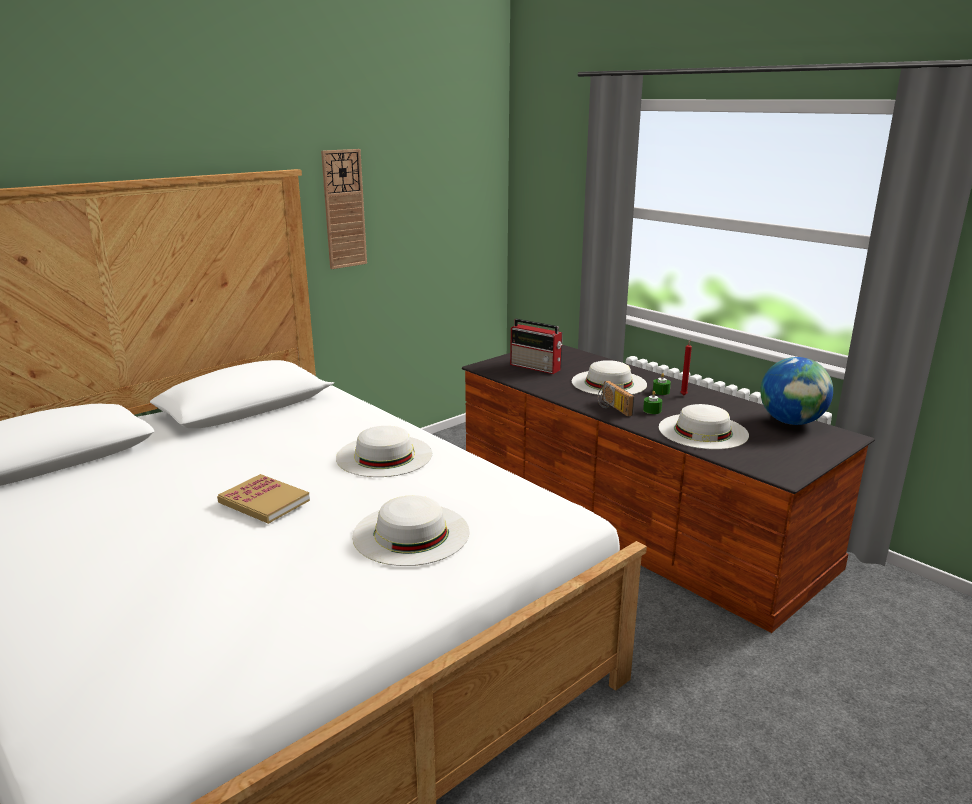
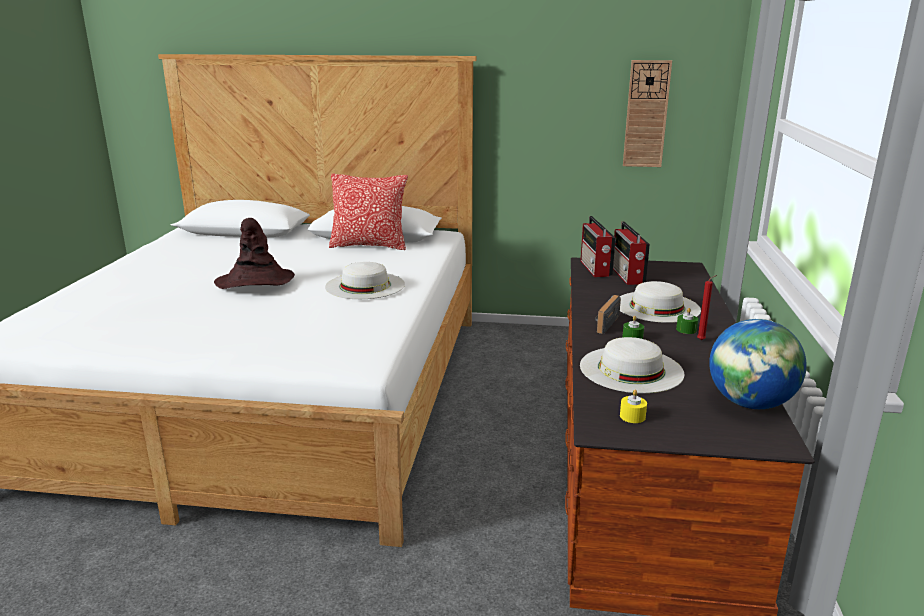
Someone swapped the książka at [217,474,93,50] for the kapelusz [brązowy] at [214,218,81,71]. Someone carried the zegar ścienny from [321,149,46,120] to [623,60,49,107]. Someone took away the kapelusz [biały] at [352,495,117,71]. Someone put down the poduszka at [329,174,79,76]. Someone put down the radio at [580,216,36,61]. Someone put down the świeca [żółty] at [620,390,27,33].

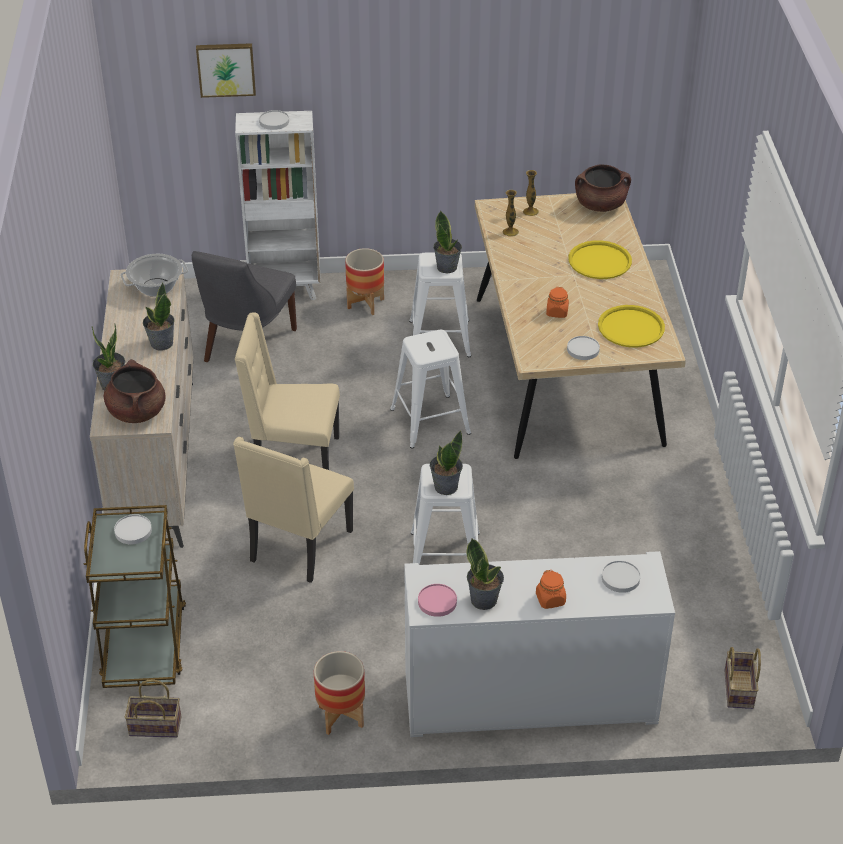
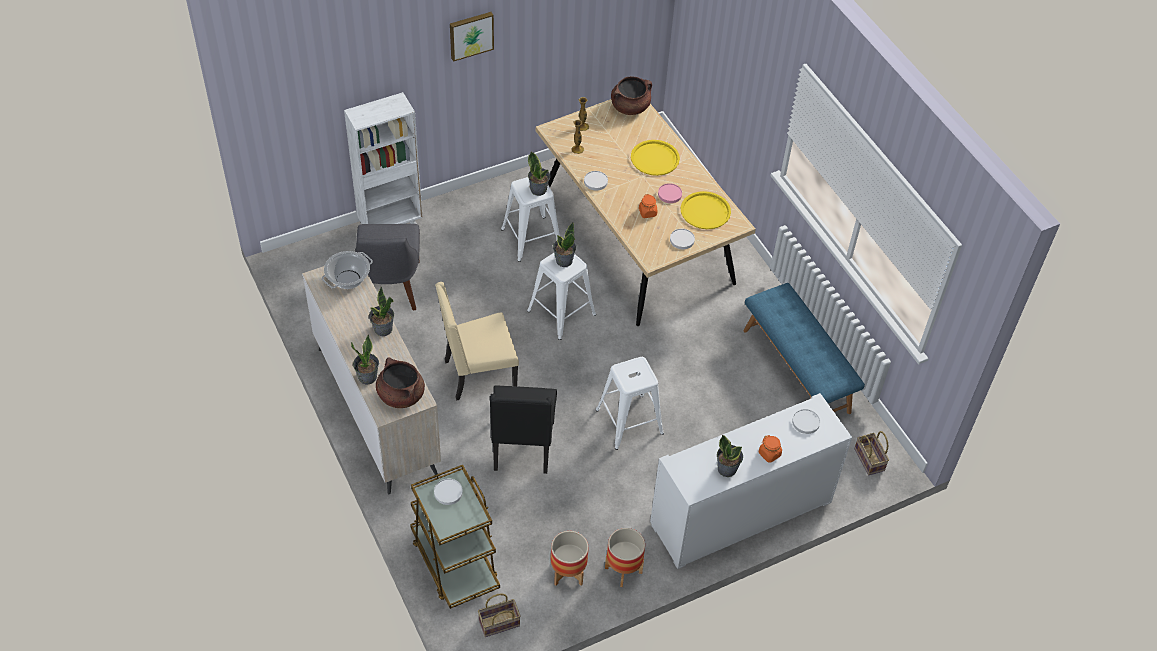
Someone carried the obraz from [196,43,60,55] to [450,12,44,50]. Someone repainted the krzesło [beżowy] at [233,437,121,146], which became the krzesło [czarny] at [490,386,67,88]. Someone carried the talerz [biały] from [259,110,30,20] to [584,171,24,20]. Someone carried the donica from [345,248,39,67] to [551,531,37,55]. Someone carried the talerz [różowy] from [418,584,39,33] to [658,183,24,20]. Someone carried the roślina doniczkowa from [430,431,33,64] to [553,222,23,45]. Someone put down the ławka [niebieski] at [743,283,122,131].

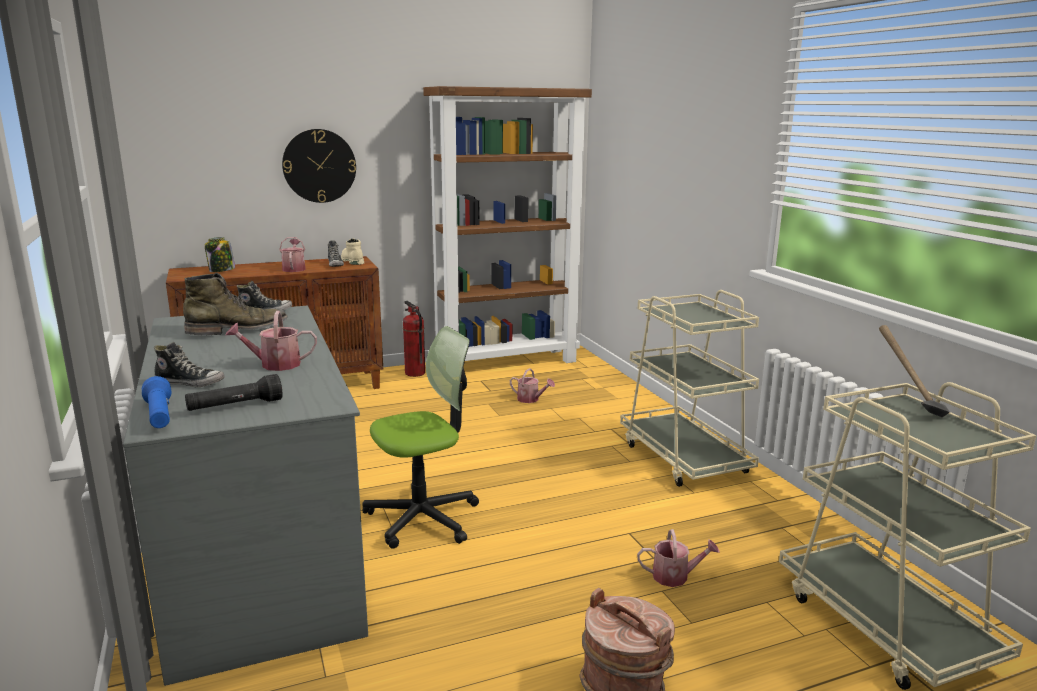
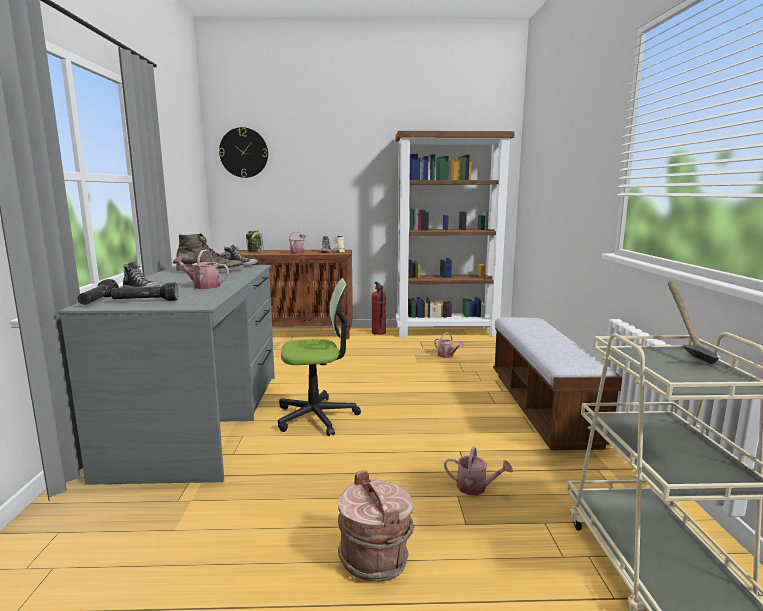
Someone repainted the latarka [niebieski] at [142,376,29,52], which became the latarka [czarny] at [78,279,41,26]. Someone carried the zegar ścienny from [282,129,74,74] to [219,127,49,51]. Someone swapped the wózek [beżowy] at [620,290,139,197] for the ławka at [493,317,129,133].

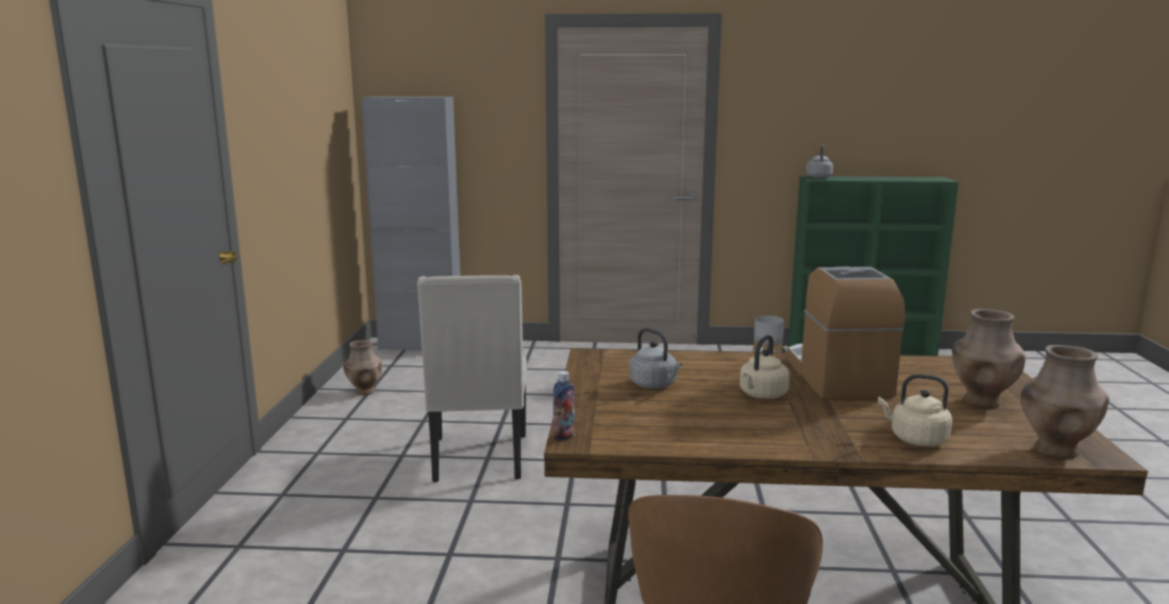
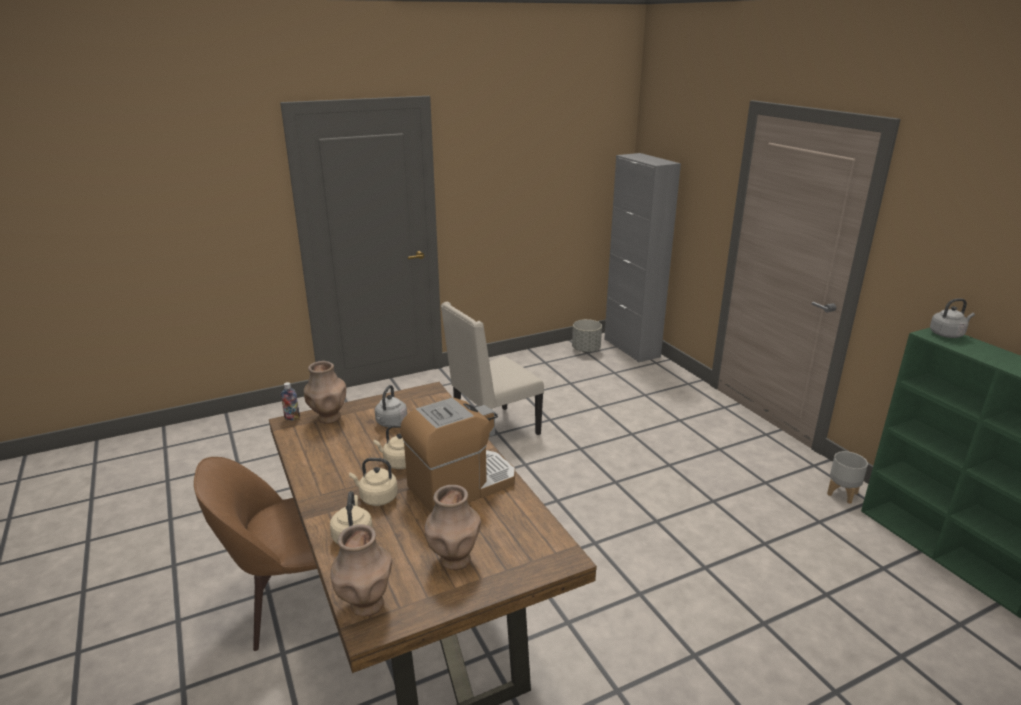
Someone carried the wazon [brązowy] from [343,340,39,55] to [304,361,42,63]. Someone put down the czajnik [beżowy] at [349,458,49,48]. Someone put down the donica [szary] at [572,319,30,34].

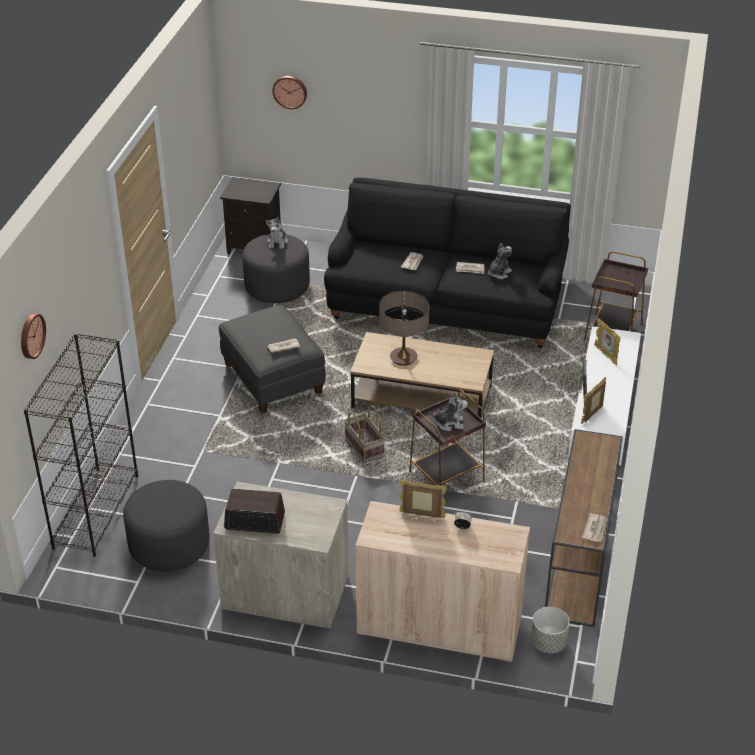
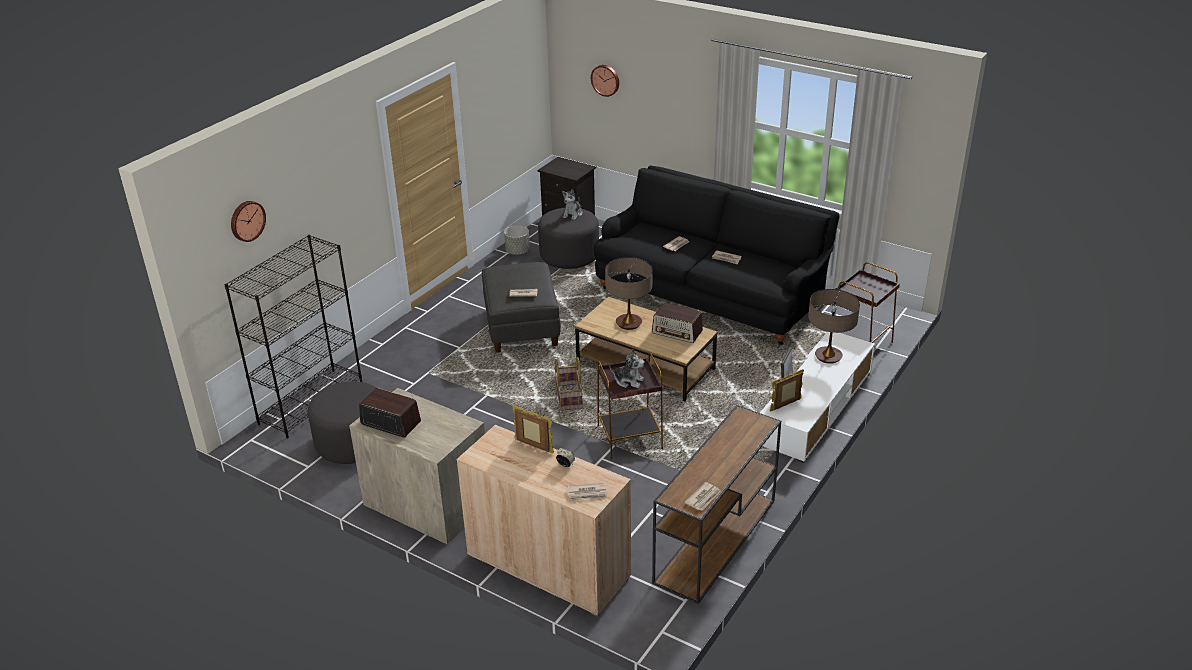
Someone took away the pluszak at [488,243,24,36]. Someone carried the donica [szary] from [531,607,39,46] to [504,226,26,29]. Someone swapped the ramka na zdjęcie at [594,318,27,47] for the lampa stołowa at [808,289,52,75]. Someone put down the gazeta at [568,483,40,18]. Someone put down the radio at [652,303,51,40].

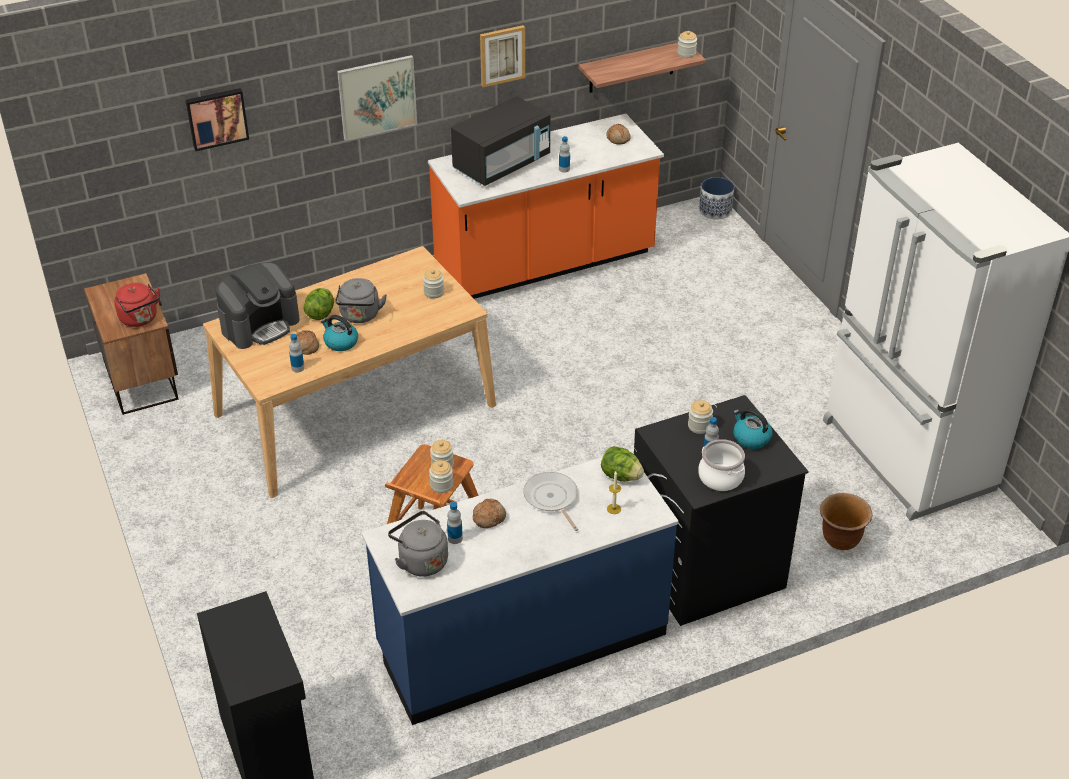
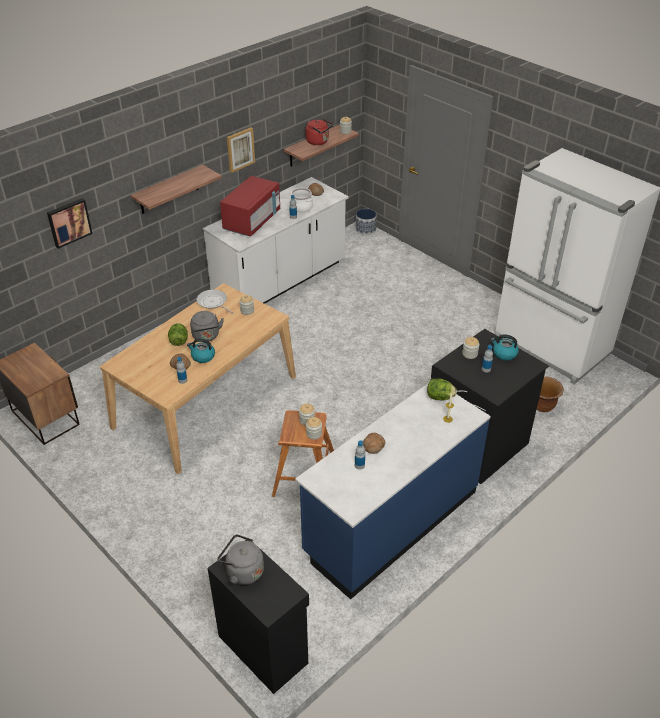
Someone carried the czajnik [czerwony] from [114,283,46,44] to [306,118,27,27]. Someone took away the ekspres do kawy at [216,262,84,87]. Someone swapped the obraz at [337,55,80,86] for the półka at [130,165,92,49]. Someone carried the czajnik [szary] from [388,511,60,65] to [217,534,47,51]. Someone repainted the zabudowa kuchenna [pomarańczowy] at [428,114,236,185], which became the zabudowa kuchenna [biały] at [203,177,146,127]. Someone repainted the mikrofalówka [czarny] at [451,96,99,90], which became the mikrofalówka [czerwony] at [220,176,60,60]. Someone carried the patelnia from [523,472,55,59] to [197,289,36,25]. Someone carried the garnek from [698,439,47,52] to [290,188,23,24].

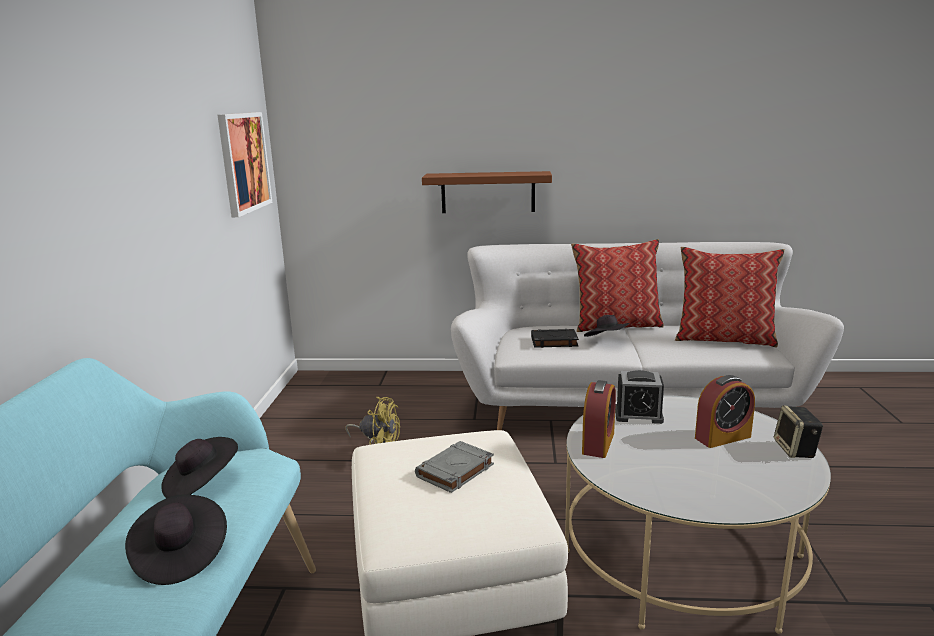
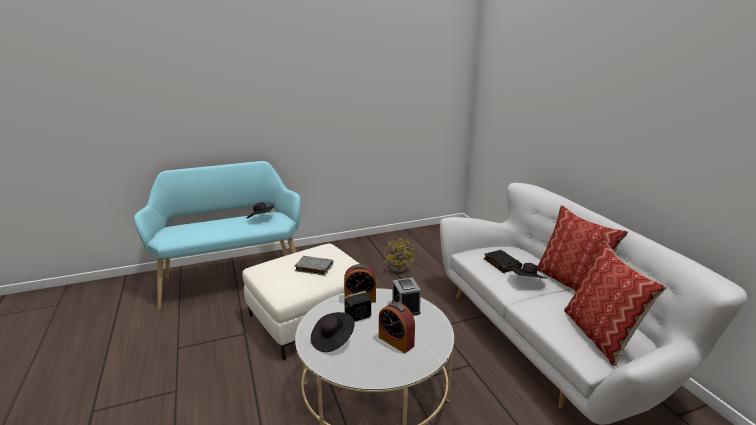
Someone carried the kapelusz [czarny] from [125,494,102,91] to [311,312,43,40]. Someone took away the obraz at [218,112,54,105]. Someone took away the półka [brązowy] at [422,171,130,42]. Someone carried the głośnik from [774,405,49,53] to [344,291,27,31].

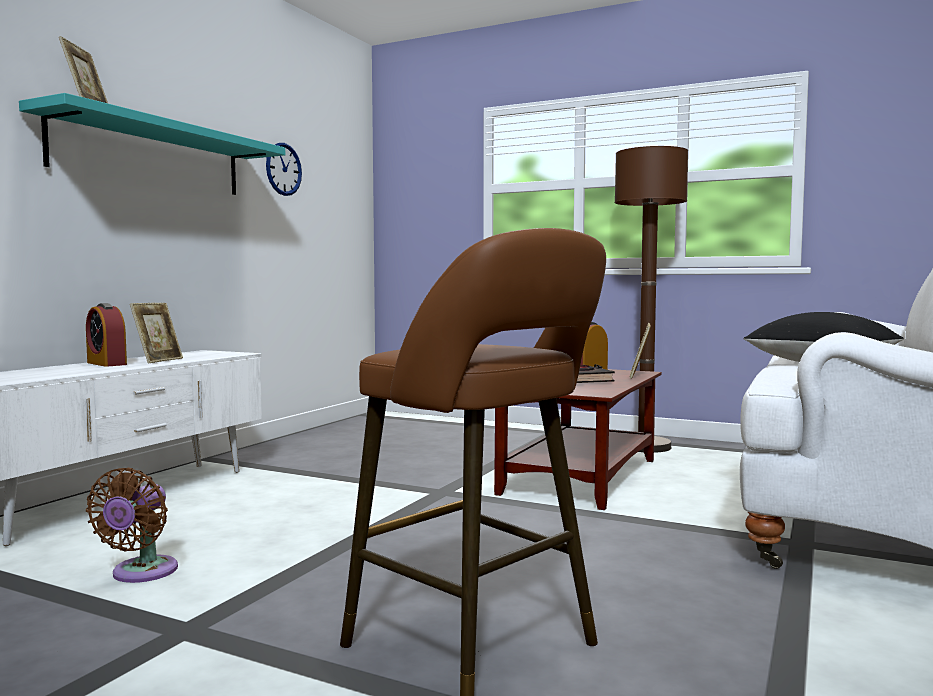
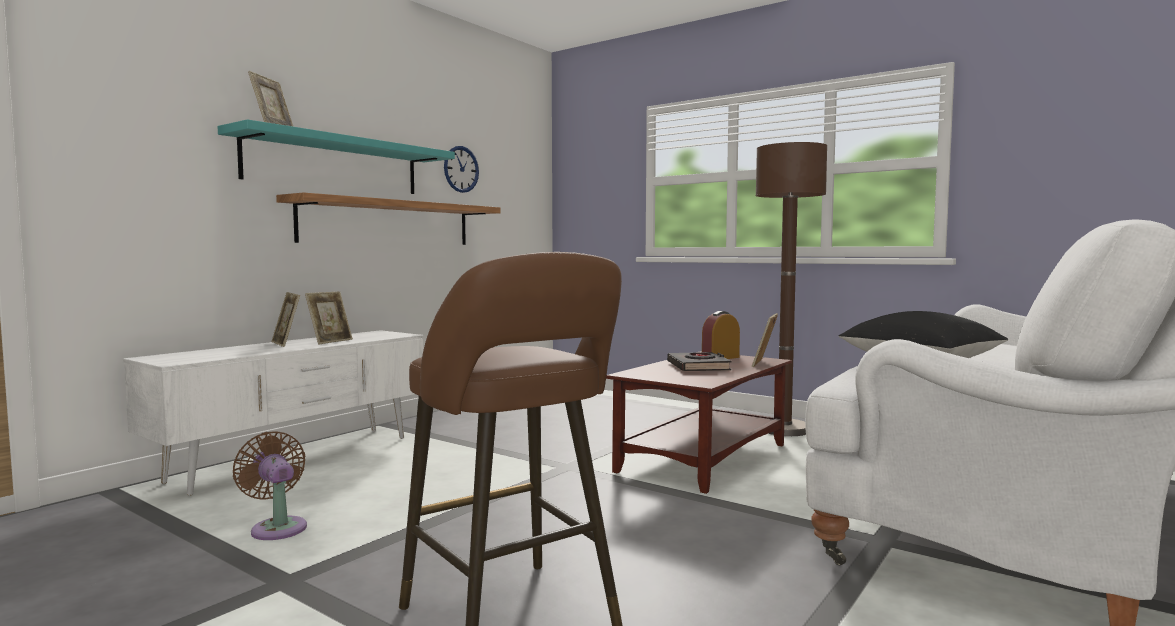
Someone swapped the budzik at [86,303,41,64] for the ramka na zdjęcie at [271,292,29,55]. Someone rotated the wentylator [brązowy] at [86,468,92,115] by 120 degrees clockwise. Someone put up the półka at [276,192,225,53].

